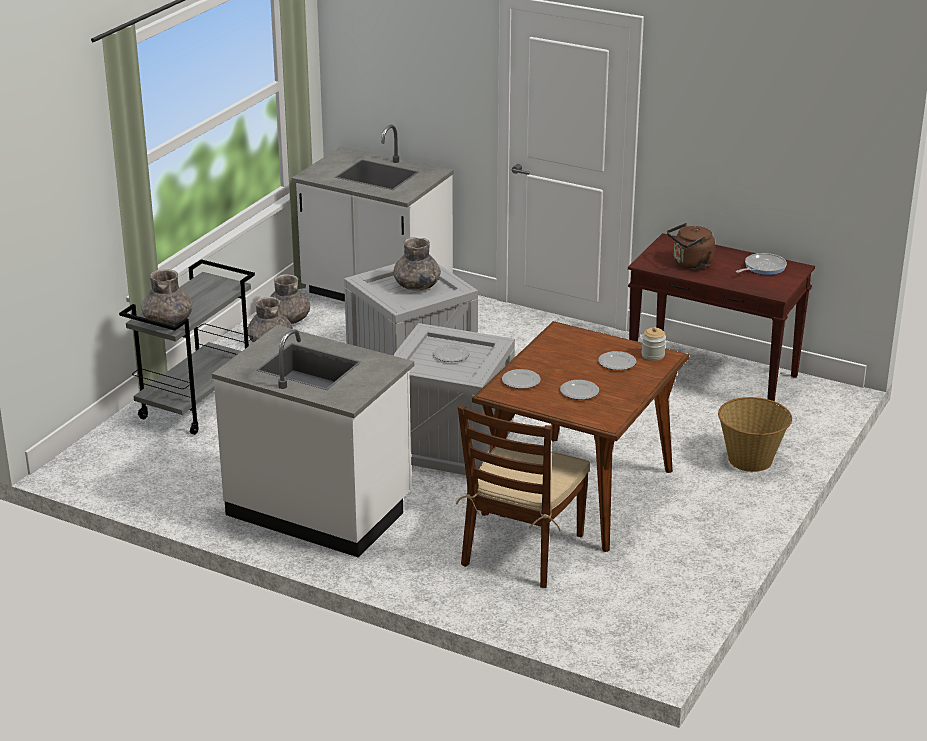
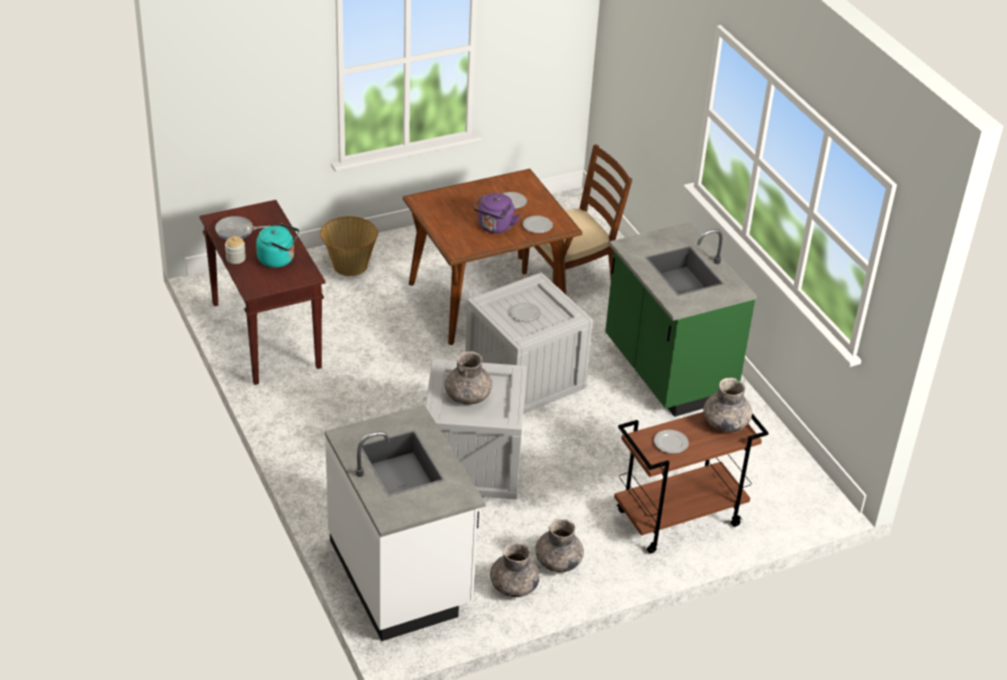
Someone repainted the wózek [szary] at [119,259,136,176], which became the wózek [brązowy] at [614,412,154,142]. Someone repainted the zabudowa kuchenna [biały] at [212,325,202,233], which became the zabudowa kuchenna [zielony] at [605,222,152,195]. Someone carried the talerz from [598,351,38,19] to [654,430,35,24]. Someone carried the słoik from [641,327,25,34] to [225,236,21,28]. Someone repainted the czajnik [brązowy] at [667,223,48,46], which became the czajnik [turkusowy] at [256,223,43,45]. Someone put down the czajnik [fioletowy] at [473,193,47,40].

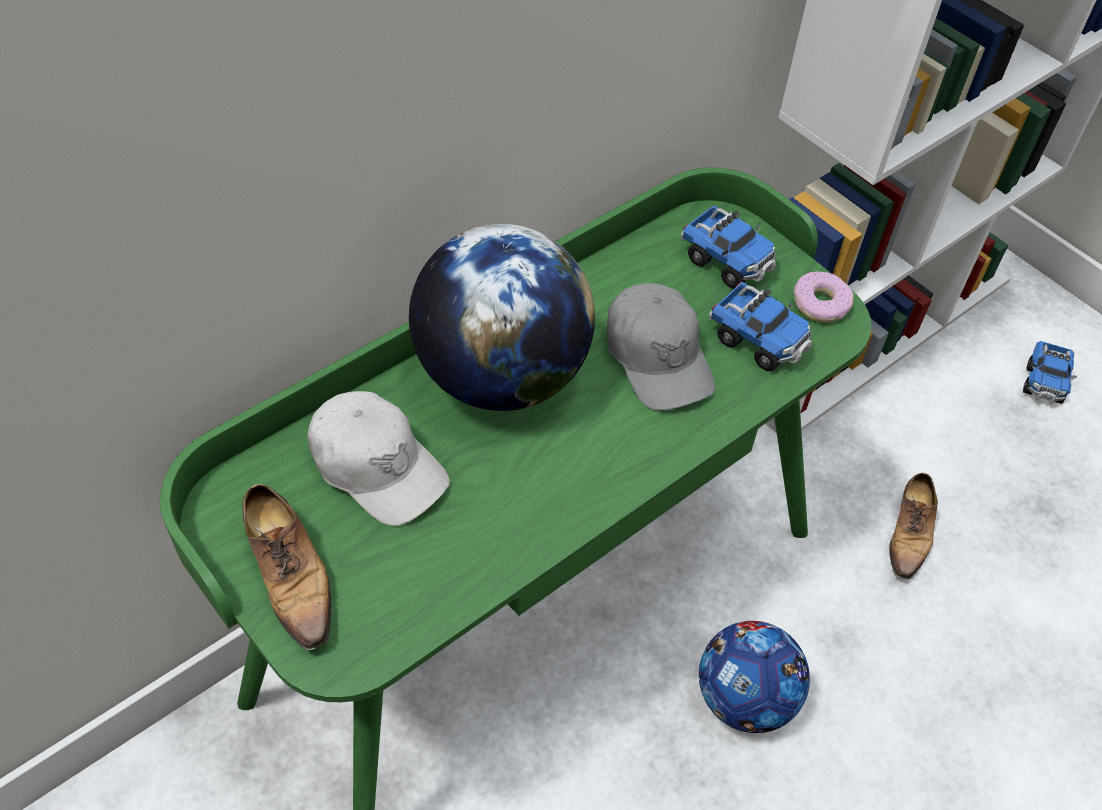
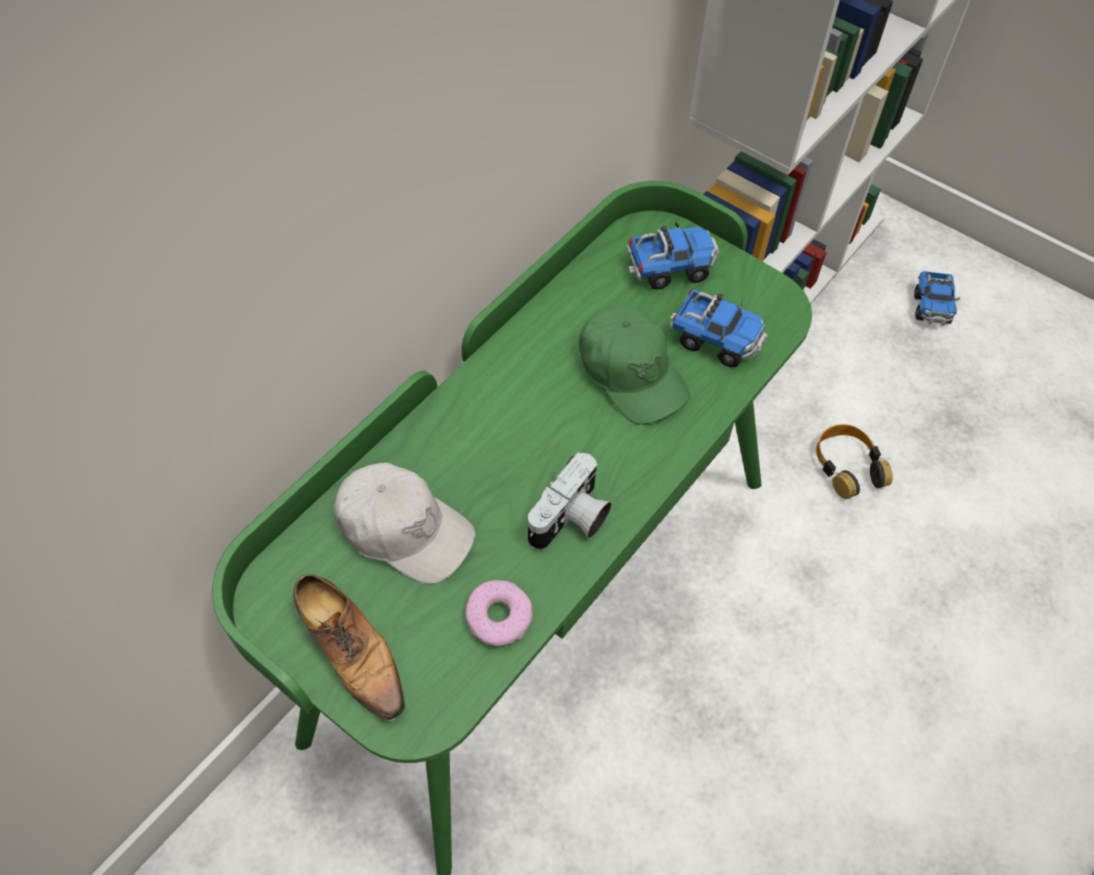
Someone took away the globus at [409,224,186,187]. Someone repainted the czapka z daszkiem [szary] at [607,283,108,128], which became the czapka z daszkiem [zielony] at [579,306,111,119]. Someone rotated the ciężarówka zabawkowa at [681,205,95,84] by 45 degrees counterclockwise. Someone took away the piłka futbolowa at [699,621,111,112]. Someone carried the donut from [793,272,60,50] to [465,580,68,66]. Someone swapped the but at [889,473,49,106] for the słuchawki at [816,424,77,75]. Someone put down the aparat fotograficzny at [528,452,84,98].

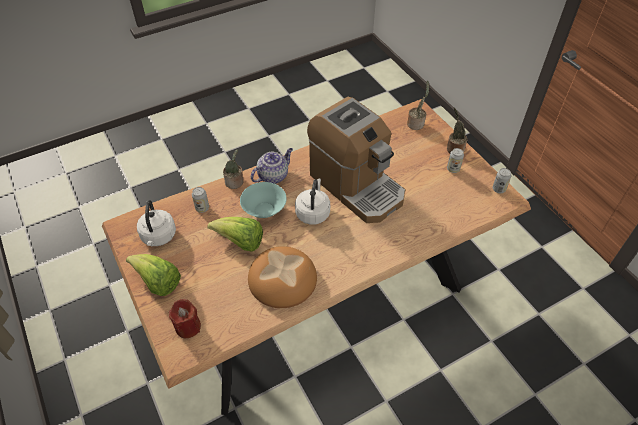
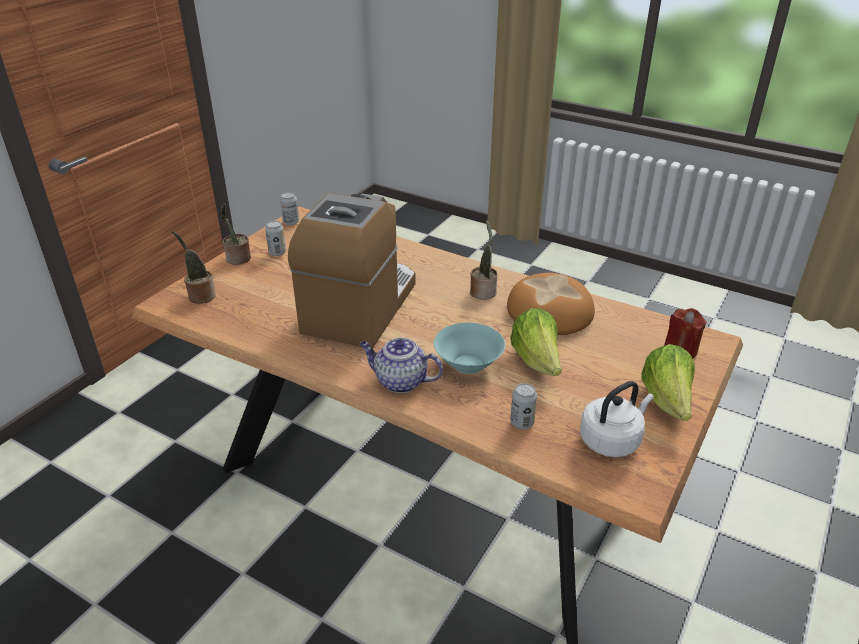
Someone carried the roślina doniczkowa from [223,149,20,40] to [470,220,28,80]. Someone took away the czajnik [biały] at [295,178,35,47].

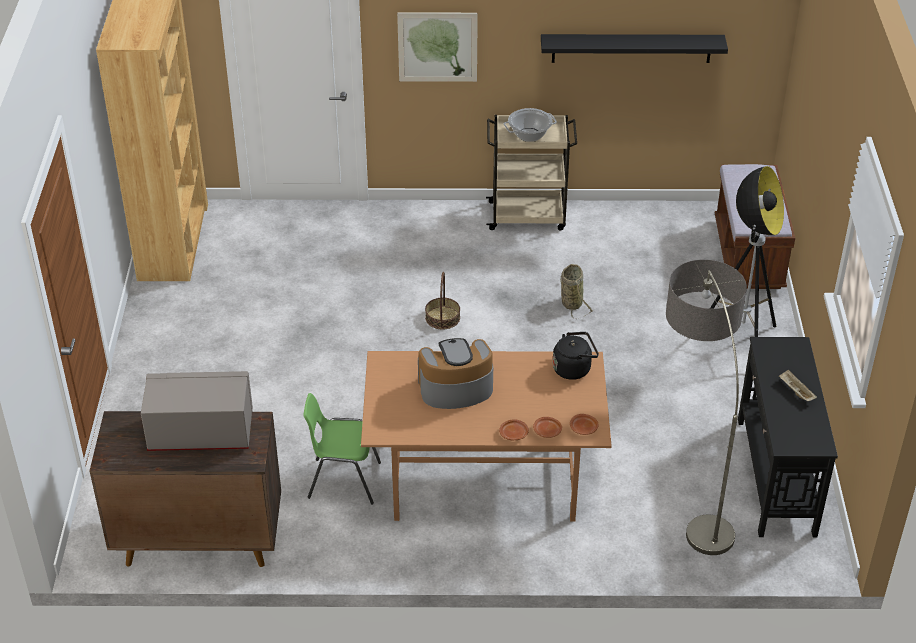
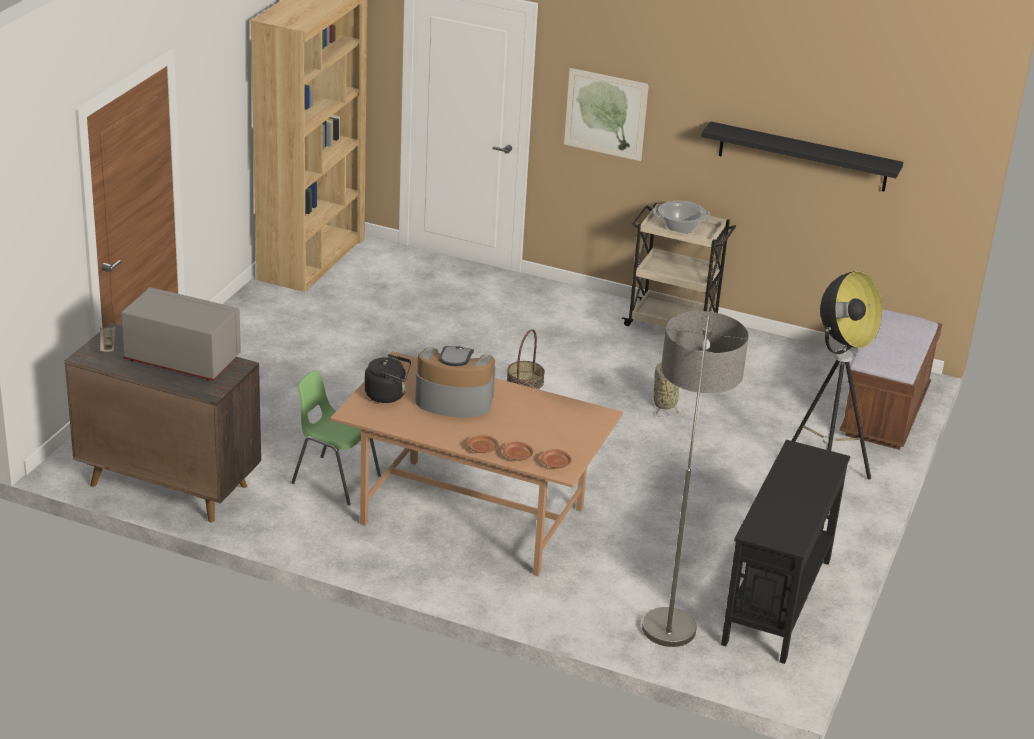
Someone carried the czajnik [czarny] from [553,332,46,48] to [365,354,46,49]. Someone carried the taca [beżowy] from [779,369,38,32] to [100,326,15,26].

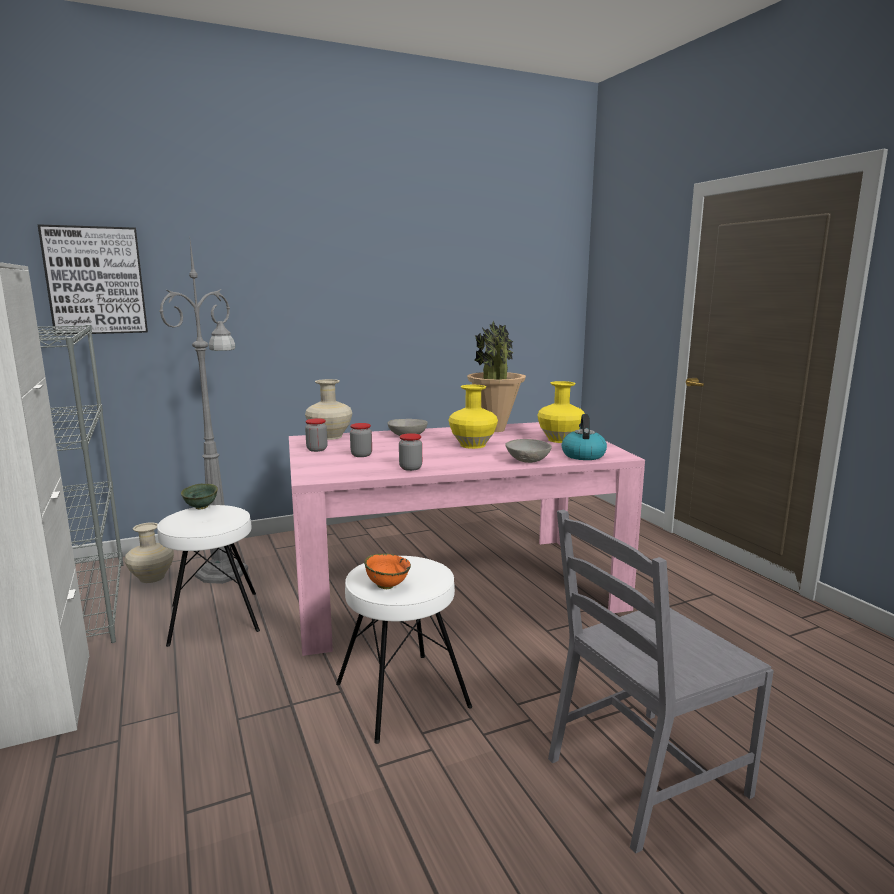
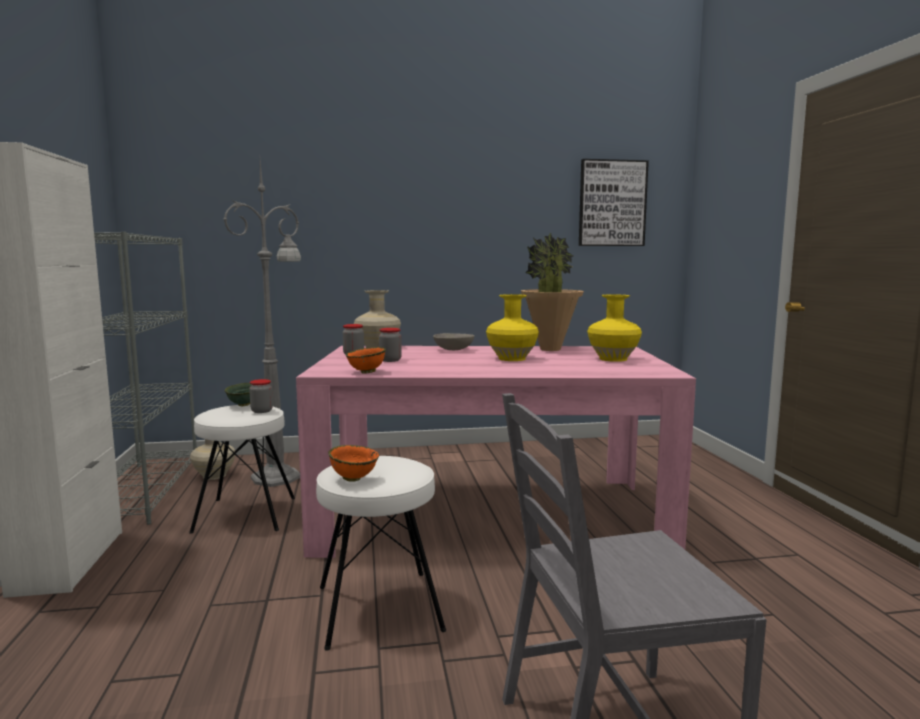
Someone carried the obraz from [38,224,110,111] to [579,159,70,87]. Someone carried the słoik from [399,433,23,38] to [249,379,24,34]. Someone took away the miska [szary] at [505,439,47,24]. Someone took away the czajnik at [562,414,45,46]. Someone put down the miska [pomarańczowy] at [345,347,41,27].

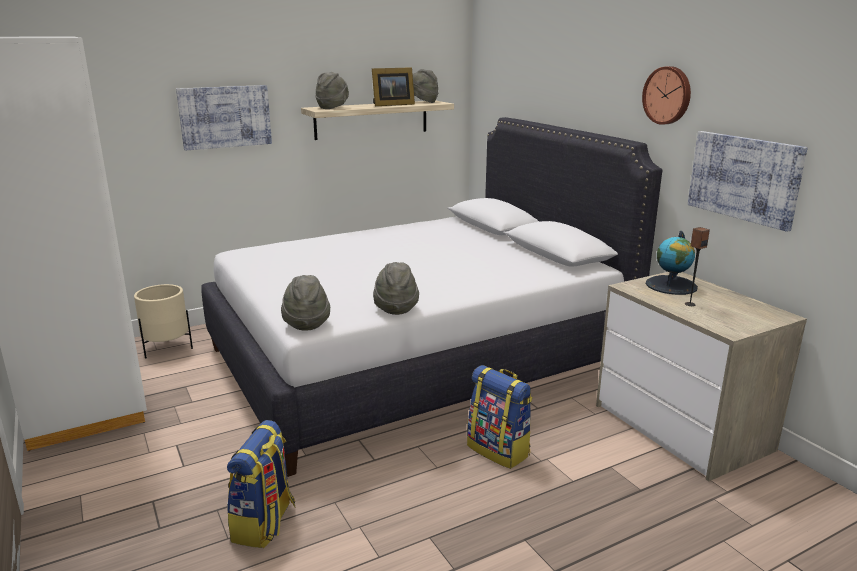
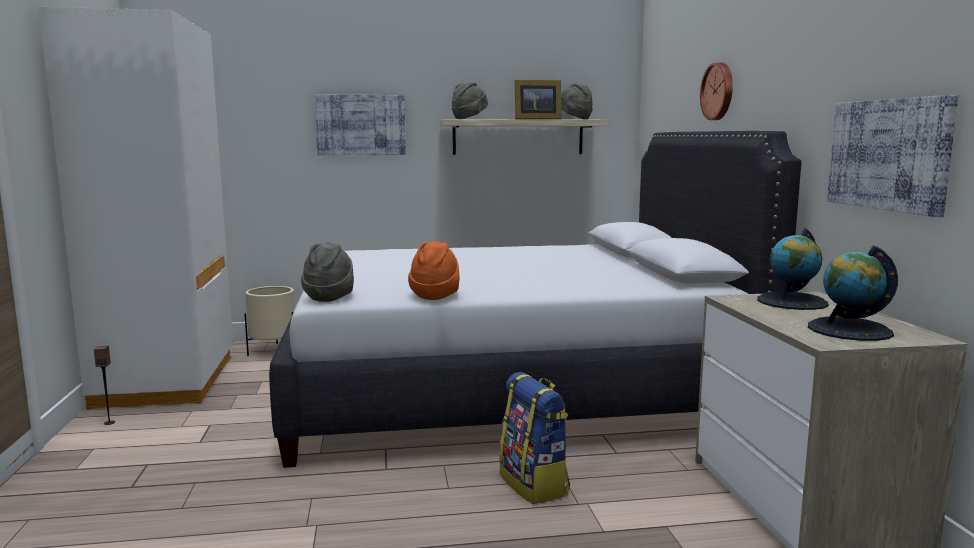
Someone took away the plecak at [227,420,69,128]. Someone repainted the kapelusz [szary] at [373,262,46,53], which became the kapelusz [pomarańczowy] at [408,241,52,59]. Someone carried the zegar ścienny from [642,66,49,59] to [700,62,33,58]. Someone carried the głośnik from [685,227,25,79] to [94,346,21,79]. Someone put down the globus at [808,246,90,95].

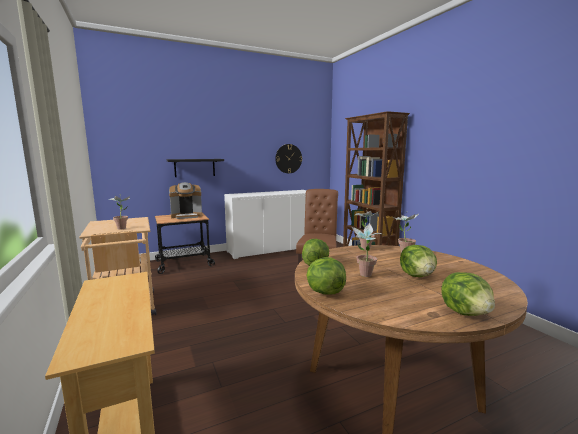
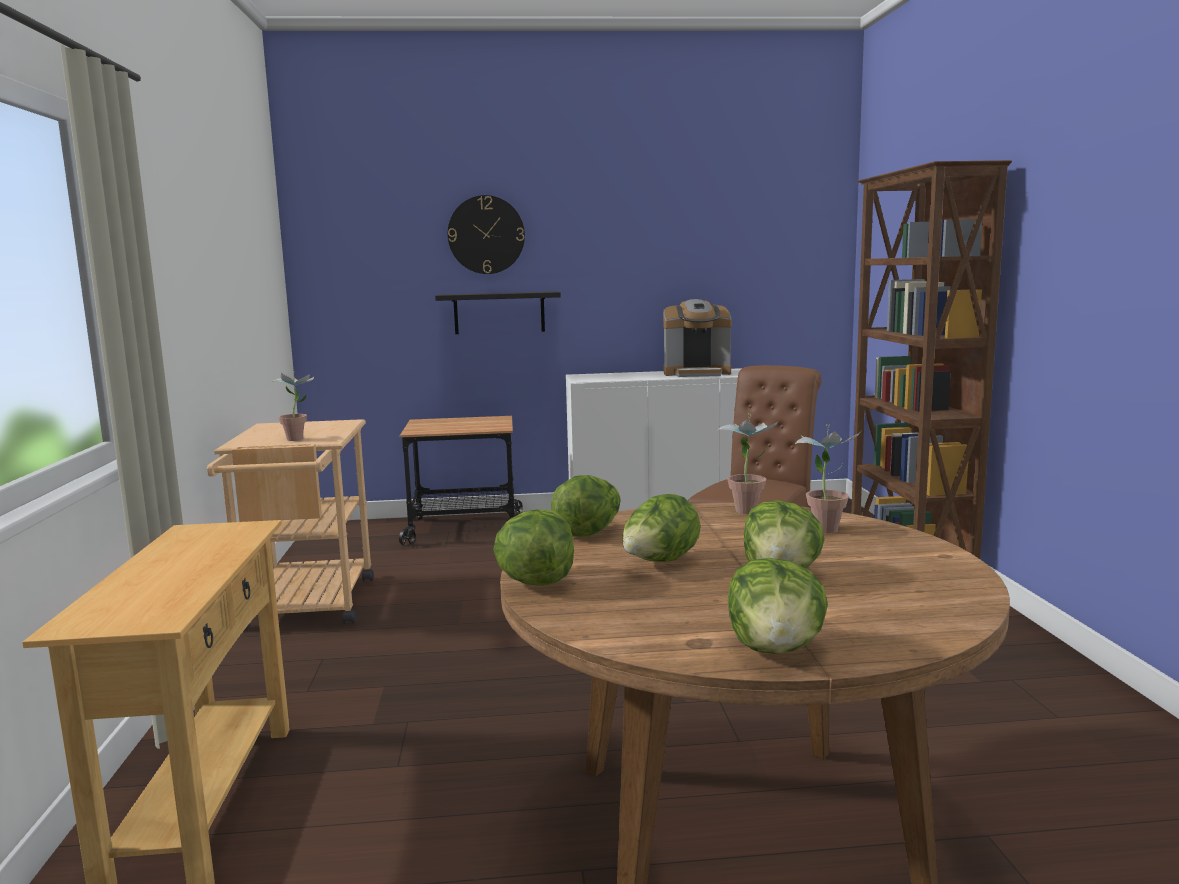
Someone carried the ekspres do kawy from [169,182,33,37] to [663,299,69,78]. Someone carried the zegar ścienny from [275,144,27,30] to [448,195,77,79]. Someone swapped the roślina doniczkowa at [352,223,32,54] for the sałata at [622,494,79,68].

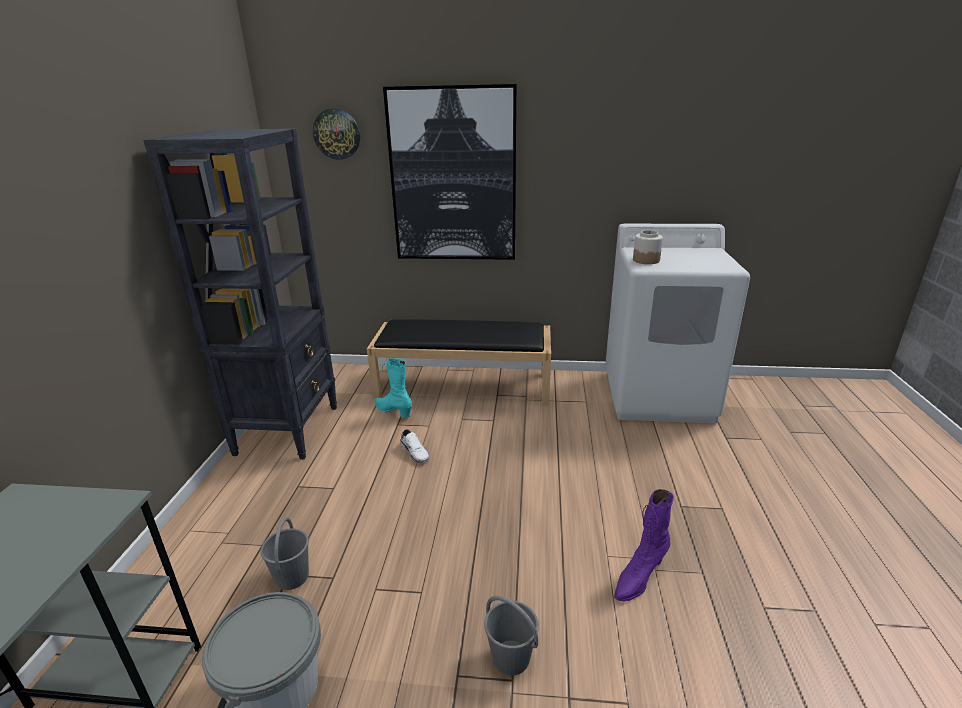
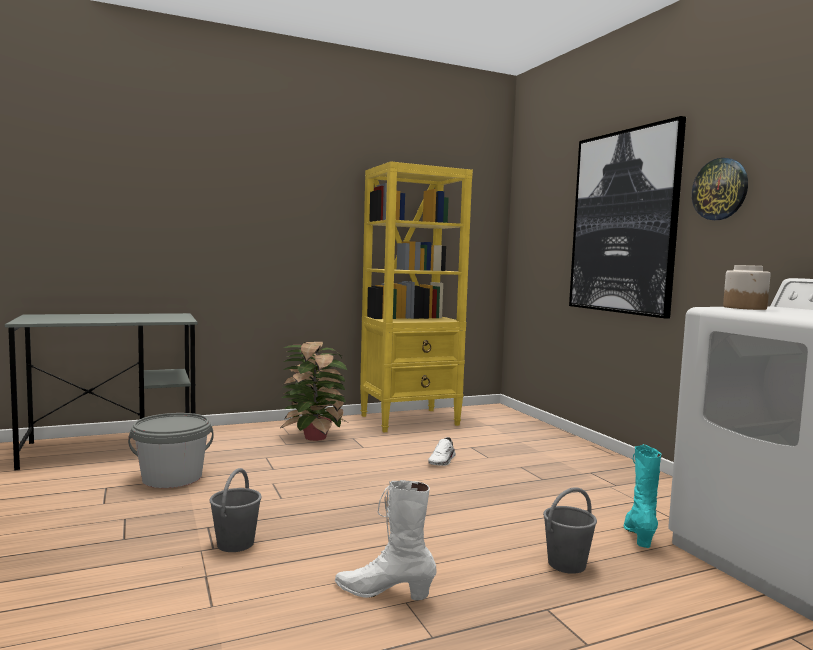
Someone repainted the regał [czarny] at [143,129,194,330], which became the regał [żółty] at [360,161,113,271]. Someone carried the wiadro [szary] from [261,517,48,73] to [543,487,54,87]. Someone carried the zegar ścienny from [313,109,47,51] to [692,158,56,62]. Someone took away the ławka [czarny] at [367,319,184,86]. Someone carried the but z cholewką [turkusowy] from [375,358,37,60] to [624,444,37,104]. Someone repainted the but z cholewką [fioletowy] at [614,489,60,113], which became the but z cholewką [biały] at [335,480,102,120]. Someone put down the roślina doniczkowa at [280,342,67,99].

